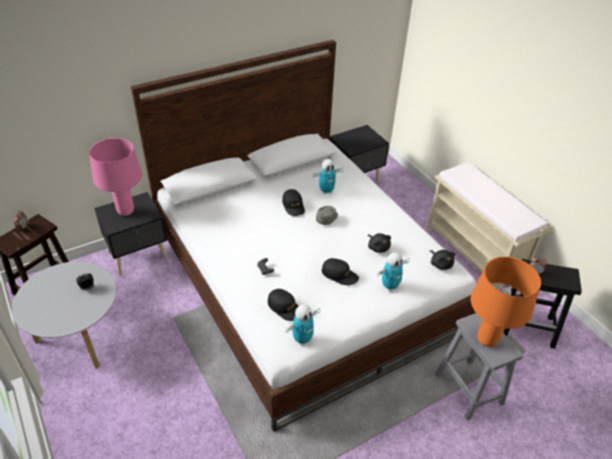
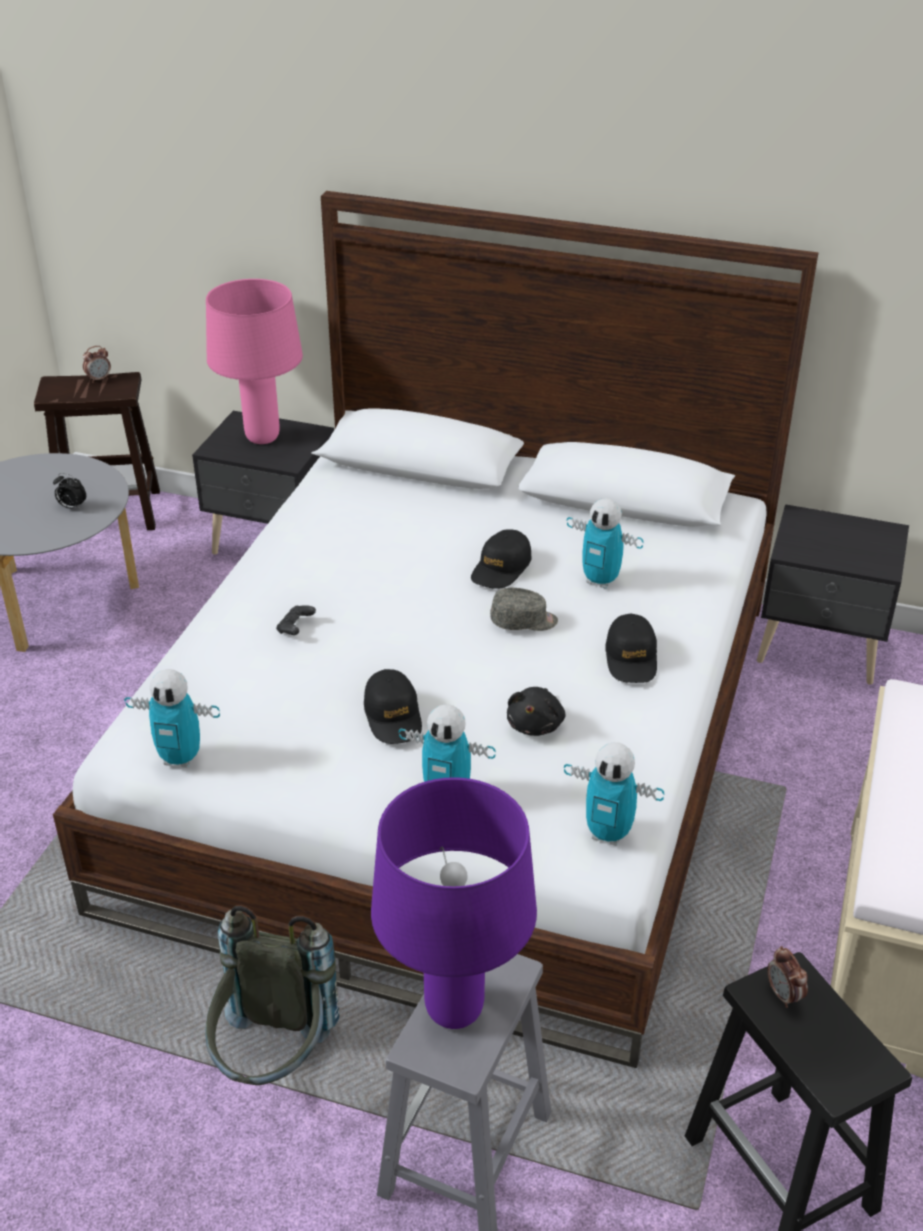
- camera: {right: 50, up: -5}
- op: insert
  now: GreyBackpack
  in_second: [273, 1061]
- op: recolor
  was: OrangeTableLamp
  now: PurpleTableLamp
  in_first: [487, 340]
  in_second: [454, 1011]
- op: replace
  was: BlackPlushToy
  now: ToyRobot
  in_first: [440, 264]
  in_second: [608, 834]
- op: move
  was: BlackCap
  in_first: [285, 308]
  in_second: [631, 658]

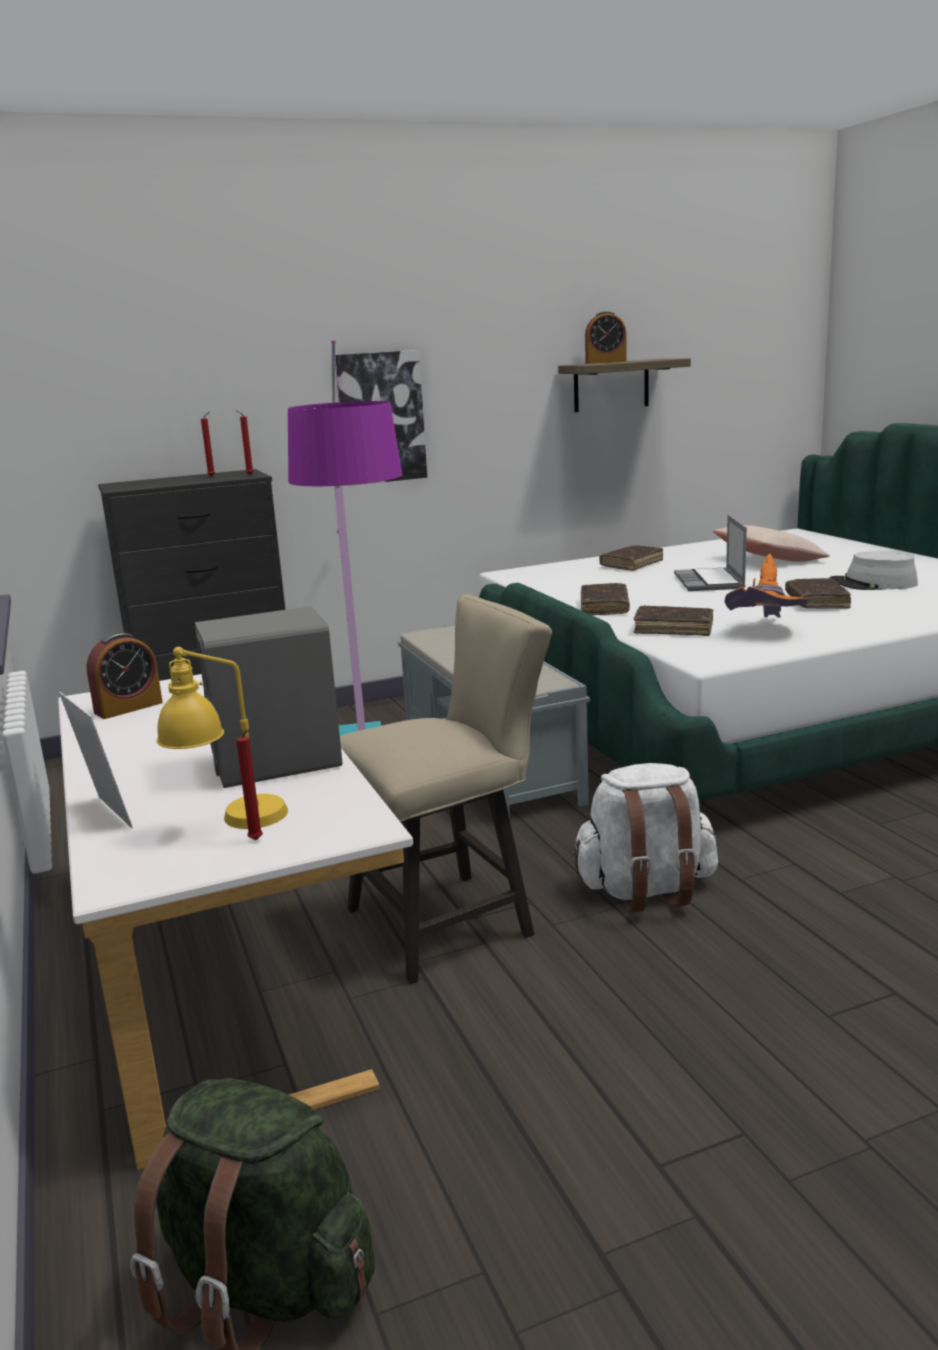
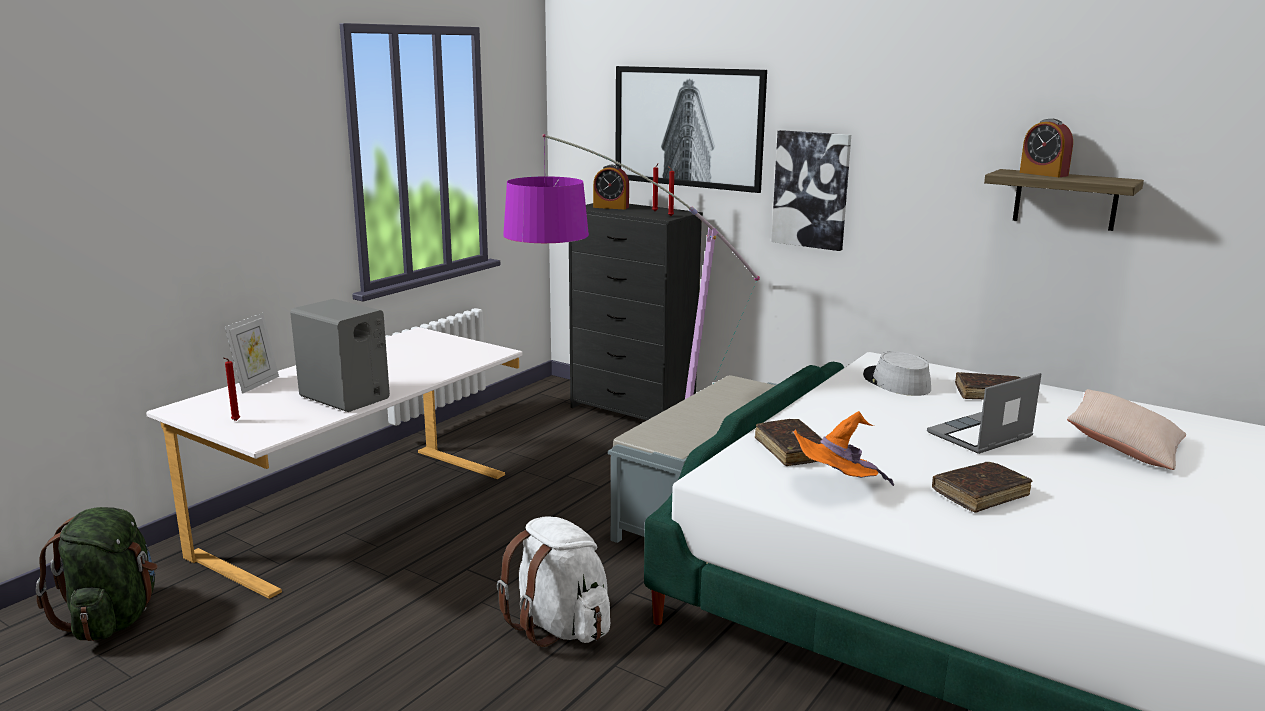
- camera: {right: 55, up: 0}
- op: move
  was: AlarmClock
  in_first: [128, 708]
  in_second: [611, 207]
- op: insert
  now: Picture
  in_second: [688, 127]
- op: move
  was: GreyHat
  in_first: [872, 584]
  in_second: [896, 382]
- op: delete
  was: YellowTableLamp
  in_first: [231, 824]
- op: delete
  was: BeigeChair
  in_first: [452, 920]
- op: delete
  was: BrownBook
  in_first: [604, 607]

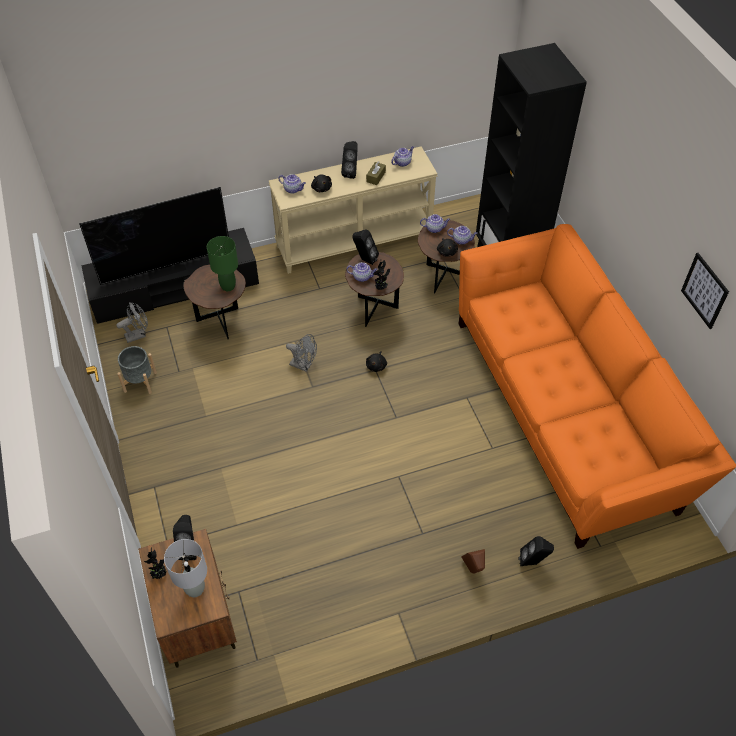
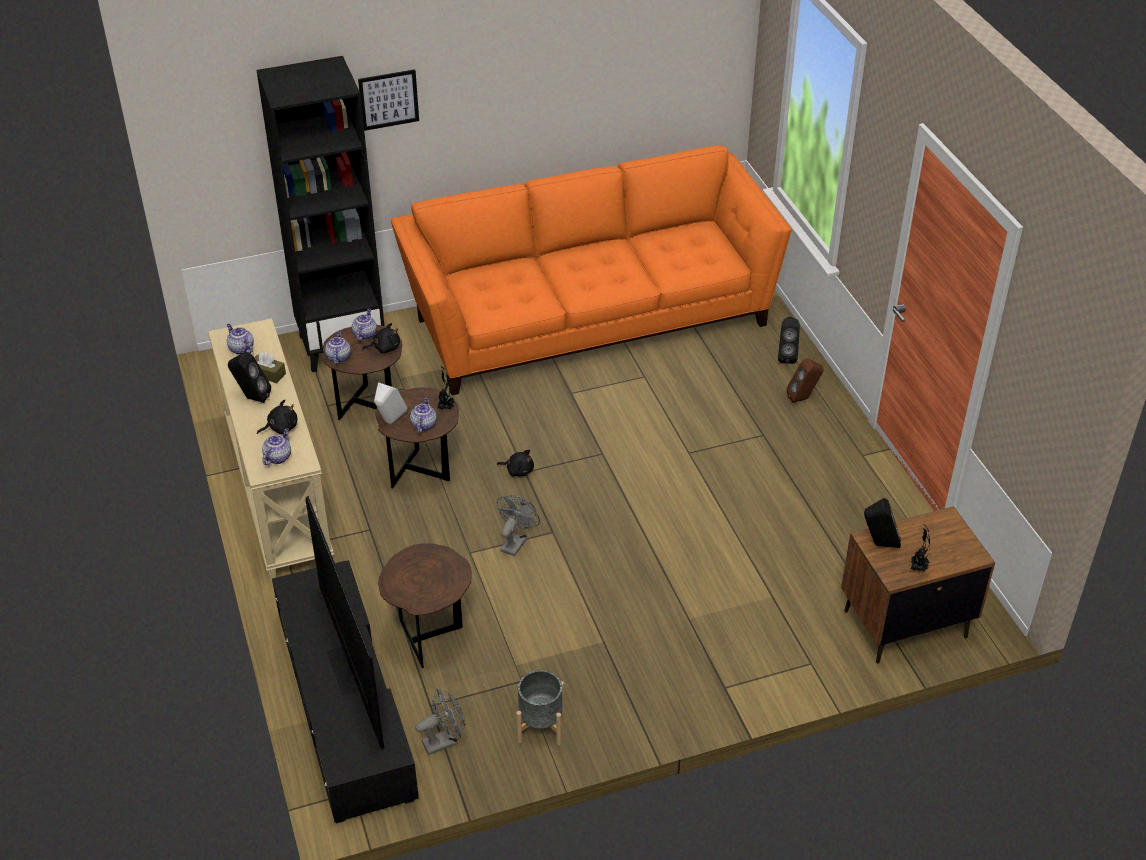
- camera: {right: -90, up: -10}
- op: move
  was: Picture
  in_first: [705, 290]
  in_second: [388, 99]
- op: recolor
  was: BlackSpeaker
  now: WhiteSpeaker
  in_first: [364, 259]
  in_second: [390, 422]
- op: rotate
  was: GreyFan
  in_first: [138, 335]
  in_second: [444, 741]
  clockwise: 90
- op: delete
  was: GreyTableLamp
  in_first: [194, 589]
- op: delete
  was: GreenTableLamp
  in_first: [228, 286]

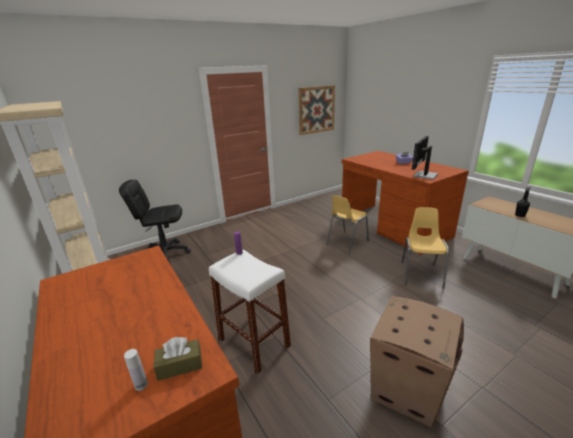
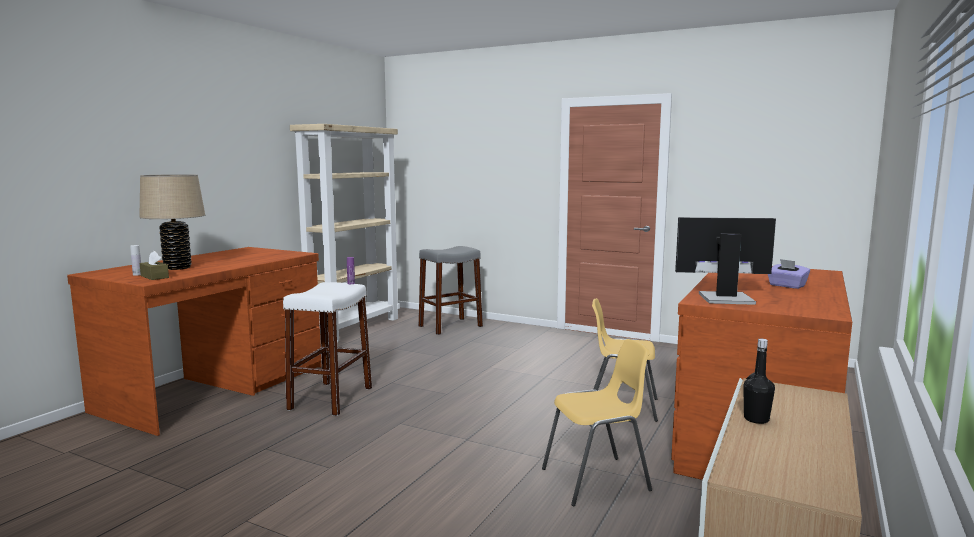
- camera: {right: 60, up: -15}
- op: insert
  now: BeigeTableLamp
  in_second: [177, 268]
- op: replace
  was: BlackOfficeChair
  now: GreyStool
  in_first: [165, 254]
  in_second: [450, 326]
- op: delete
  was: Picture
  in_first: [316, 110]
- op: delete
  was: CardboardBox
  in_first: [407, 389]

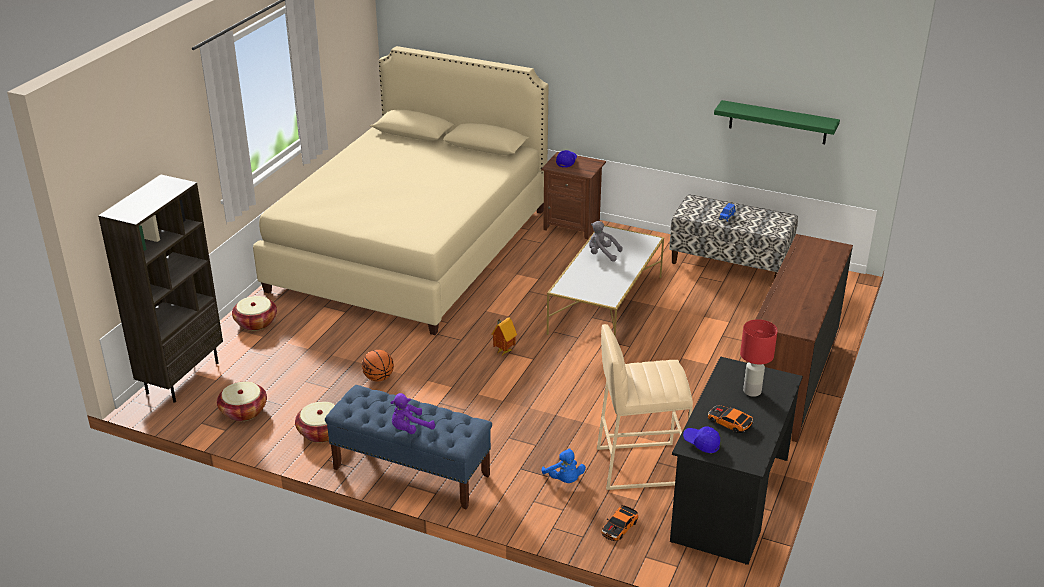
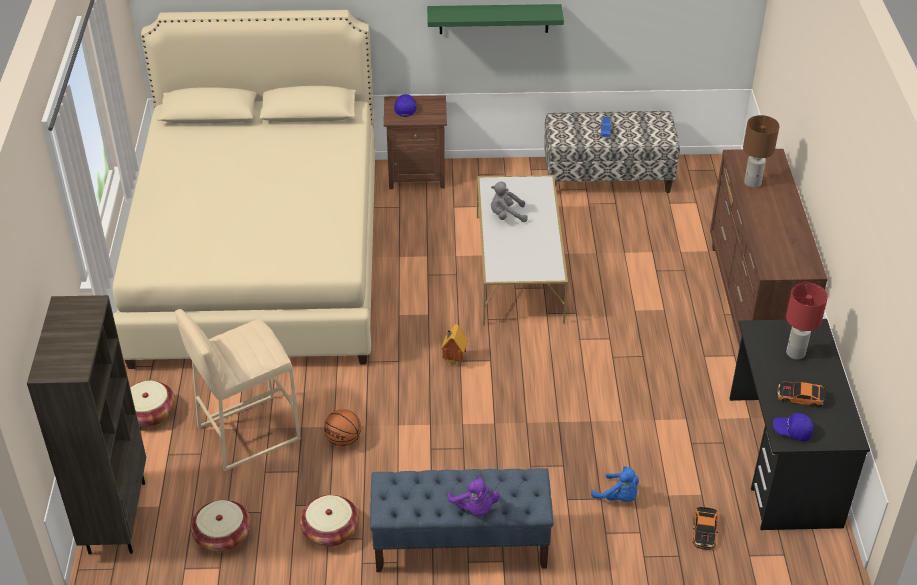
- camera: {right: -25, up: 10}
- op: move
  was: BeigeStool
  in_first: [639, 465]
  in_second: [247, 432]
- op: move
  was: GreenShelf
  in_first: [778, 122]
  in_second: [494, 19]
- op: rotate
  was: PurplePlushToy
  in_first: [410, 429]
  in_second: [474, 508]
  clockwise: -60
- op: insert
  now: BrownTableLamp
  in_second: [753, 183]

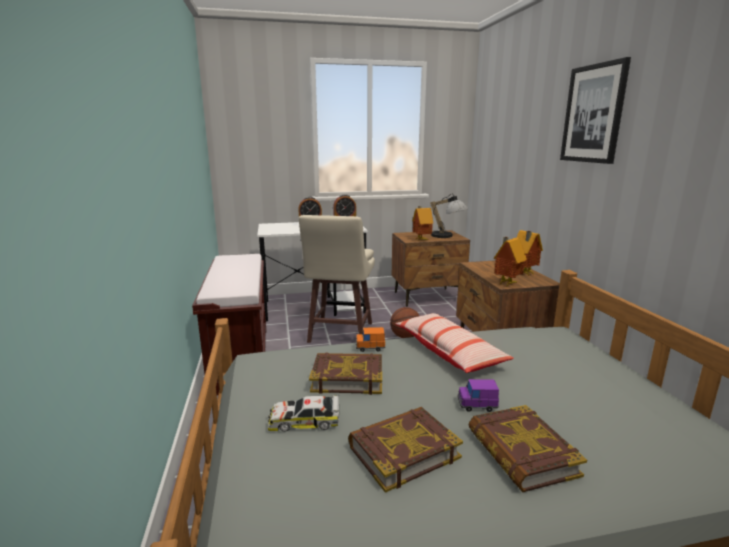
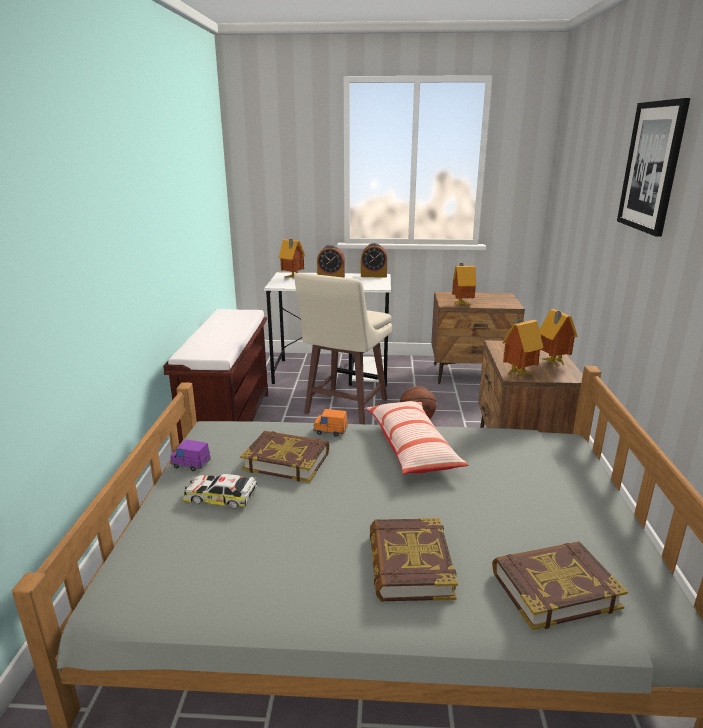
- camera: {right: 15, up: 5}
- op: move
  was: PurpleToyCar
  in_first: [477, 405]
  in_second: [191, 464]
- op: insert
  now: ToyHouse
  in_second: [292, 278]
- op: move
  was: Book
  in_first: [403, 451]
  in_second: [554, 589]
- op: delete
  was: TableLamp
  in_first: [447, 236]

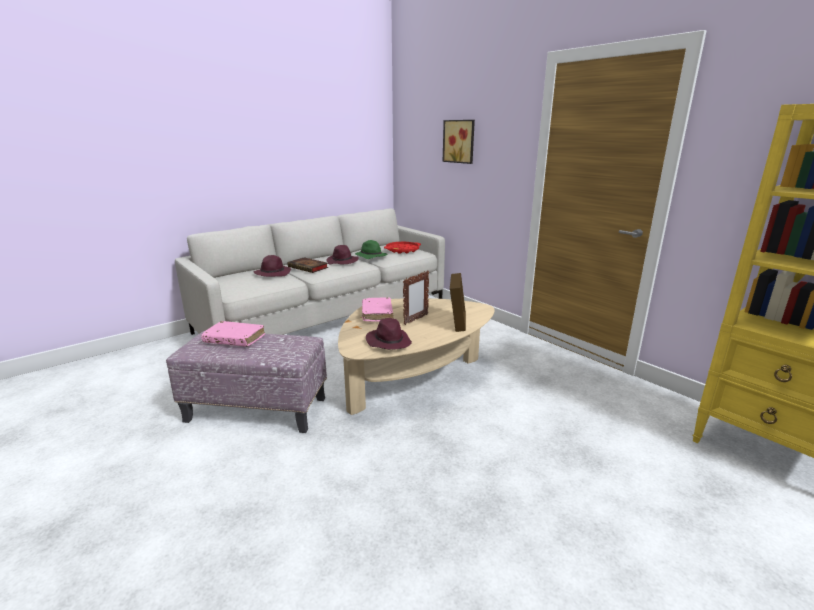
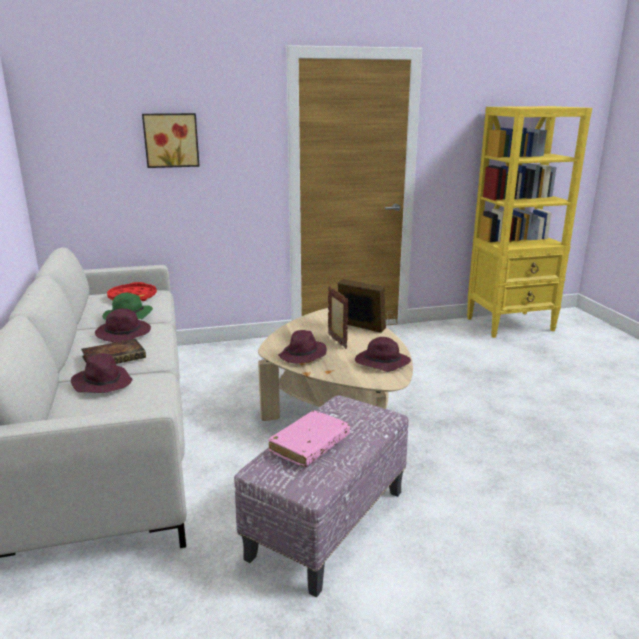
- camera: {right: -65, up: 0}
- op: replace
  was: PinkBook
  now: PurpleHat
  in_first: [377, 314]
  in_second: [303, 356]

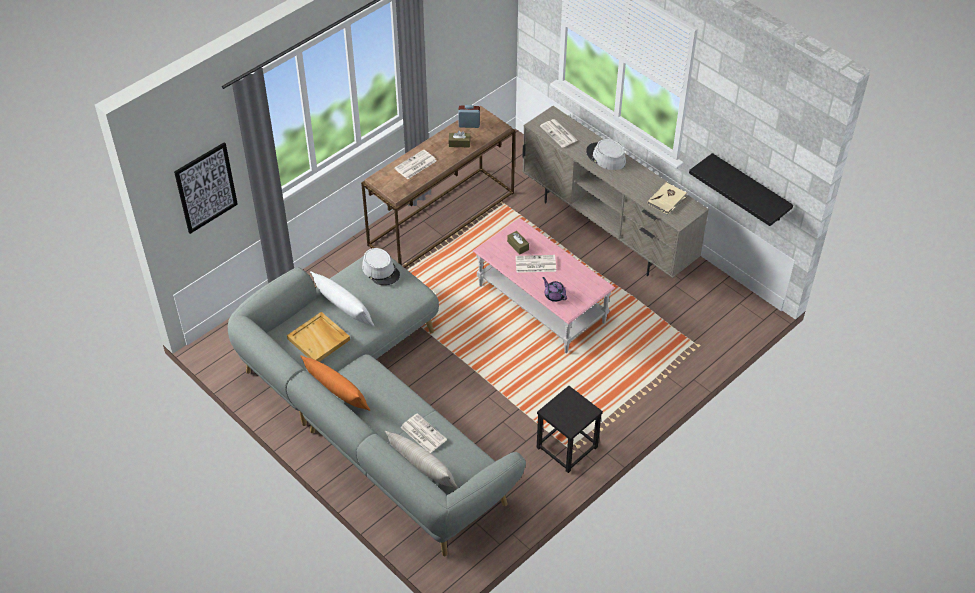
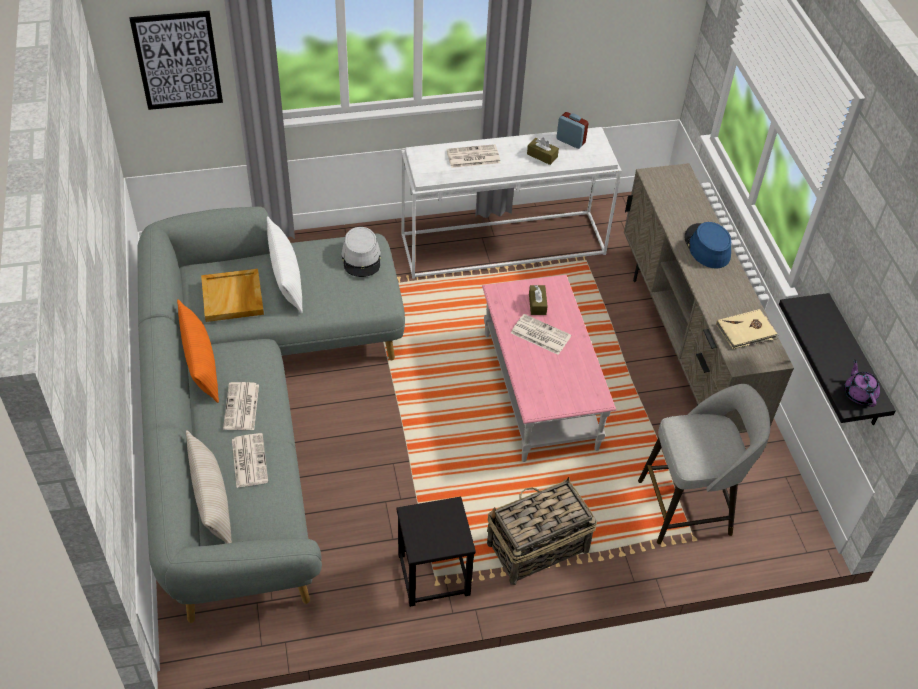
- camera: {right: 30, up: 0}
- op: move
  was: Newspaper
  in_first: [559, 134]
  in_second: [241, 407]
- op: recolor
  was: BrownConsoleTable
  now: WhiteConsoleTable
  in_first: [441, 218]
  in_second: [504, 244]
- op: insert
  now: Basket
  in_second: [536, 547]
- op: insert
  now: GreyStool
  in_second: [688, 507]
- op: recolor
  was: GreyHat
  now: BlueHat
  in_first: [605, 157]
  in_second: [707, 247]
- op: move
  was: PurpleTeapot
  in_first: [554, 295]
  in_second: [859, 393]

